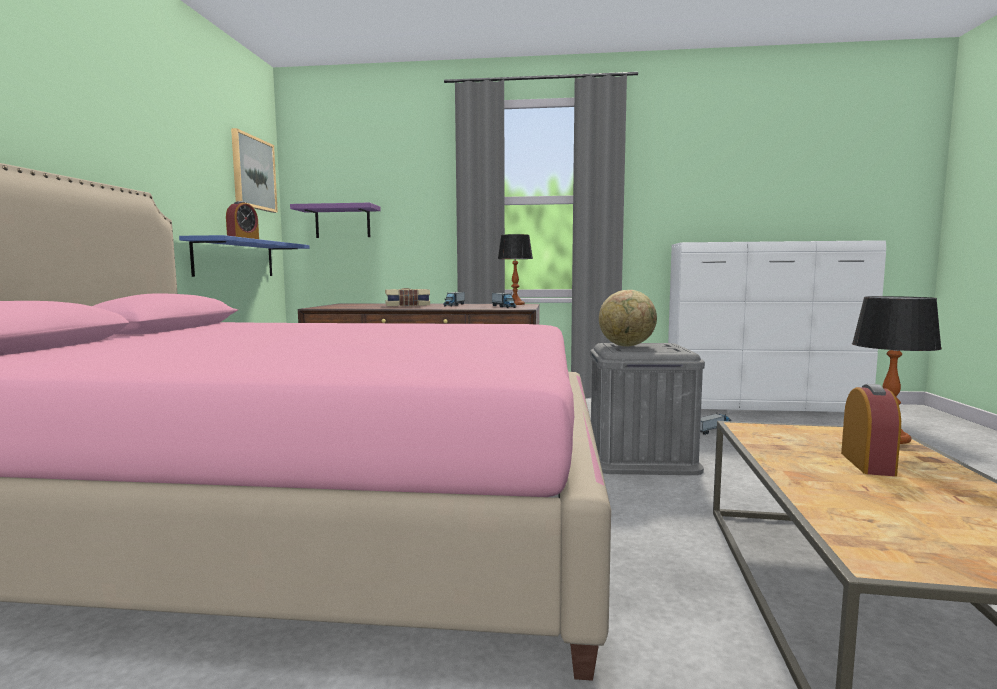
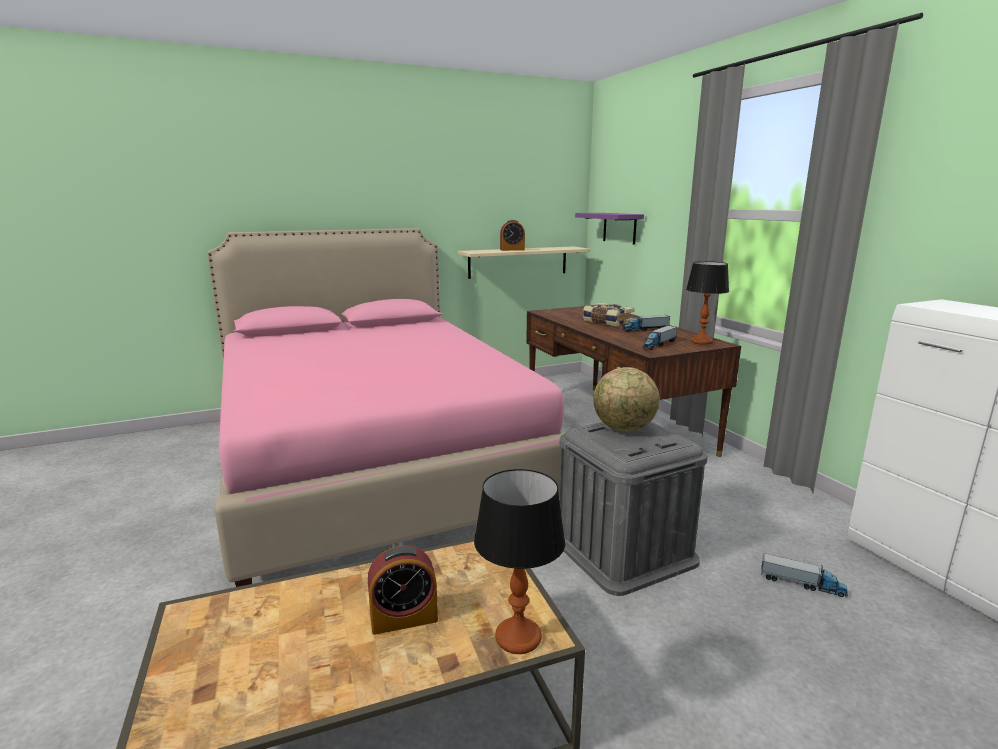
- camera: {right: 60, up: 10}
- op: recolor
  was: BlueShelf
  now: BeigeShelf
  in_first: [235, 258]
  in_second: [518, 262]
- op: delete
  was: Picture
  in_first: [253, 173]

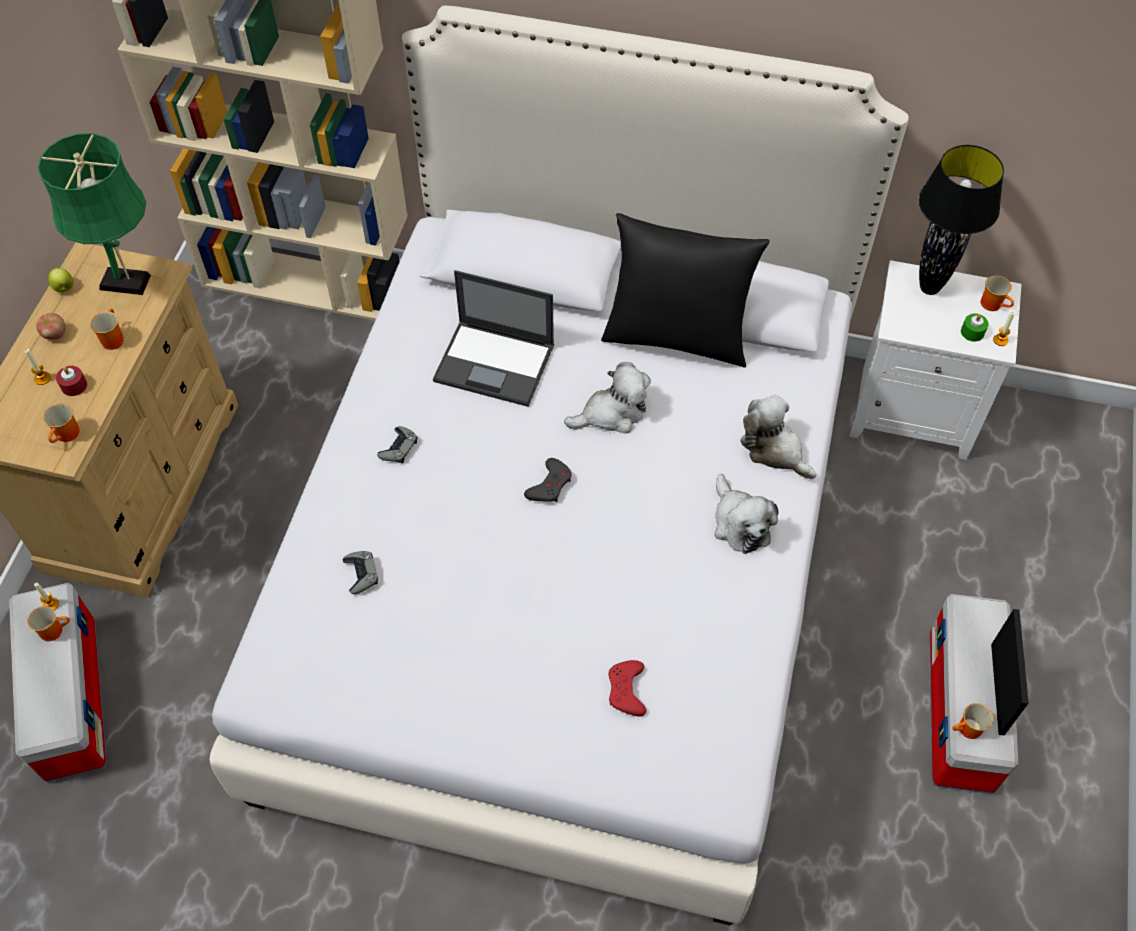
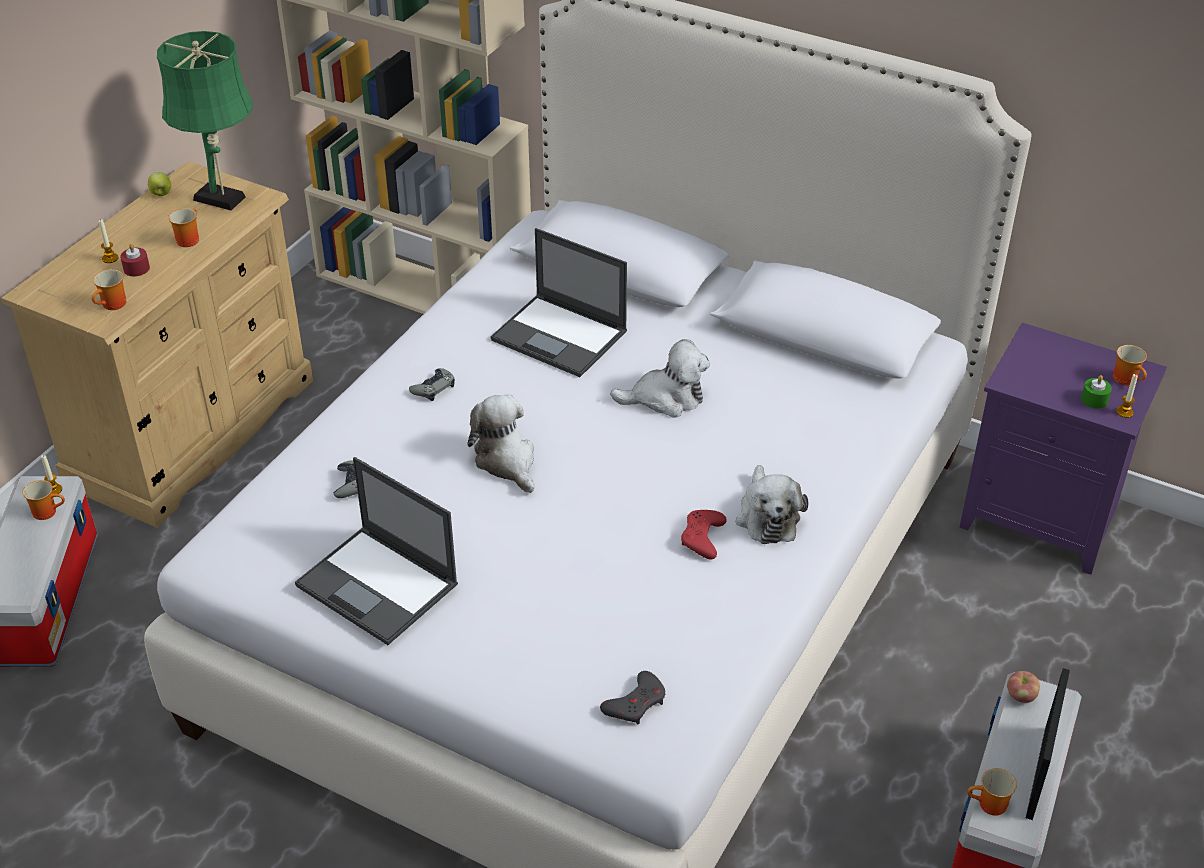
- camera: {right: 15, up: -15}
- op: insert
  now: Laptop
  in_second: [379, 585]
- op: move
  was: PlushToy
  in_first: [774, 449]
  in_second: [506, 461]
- op: move
  was: GreyGameController
  in_first: [550, 485]
  in_second: [636, 703]
- op: move
  was: RedGameController
  in_first: [626, 690]
  in_second: [702, 537]
- op: recolor
  was: WhiteNightstand
  now: PurpleNightstand
  in_first: [914, 411]
  in_second: [1043, 517]
- op: move
  was: Apple
  in_first: [55, 334]
  in_second: [1021, 696]
- op: delete
  was: BlackPillow
  in_first: [677, 336]
- op: delete
  was: BlackTableLamp
  in_first: [930, 287]

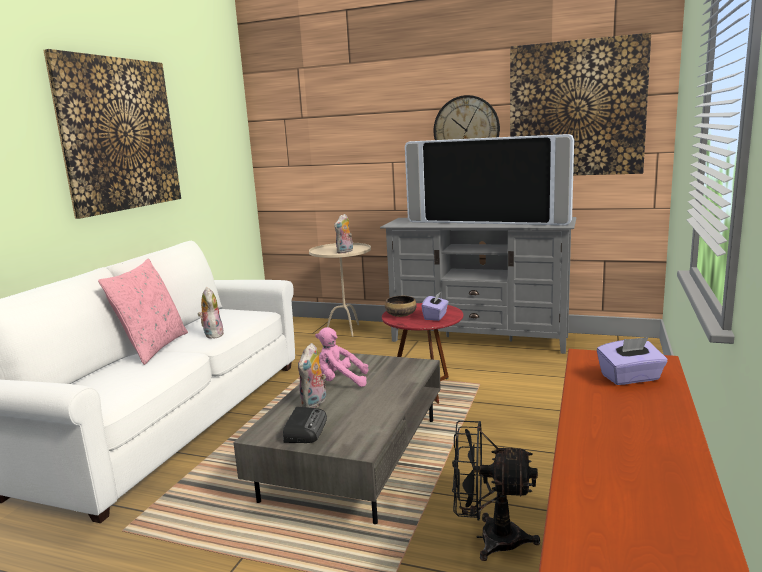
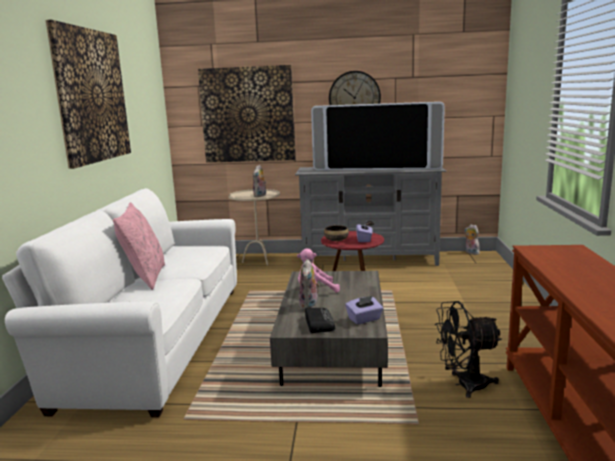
- camera: {right: -15, up: 0}
- op: move
  was: Picture
  in_first: [576, 109]
  in_second: [247, 115]
- op: move
  was: PurpleTissueBox
  in_first: [630, 378]
  in_second: [364, 319]
- op: move
  was: PlushToy
  in_first: [212, 335]
  in_second: [470, 253]

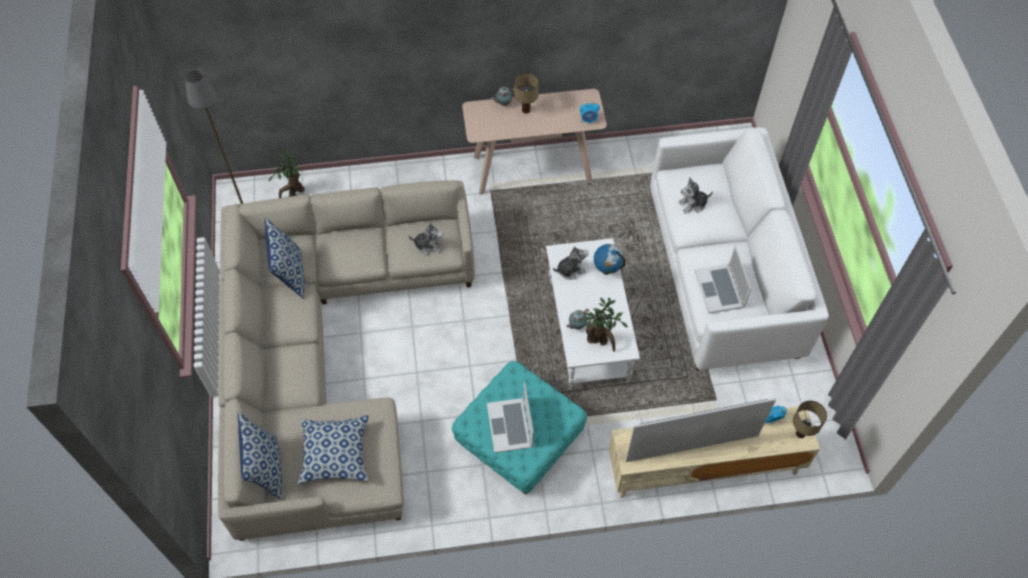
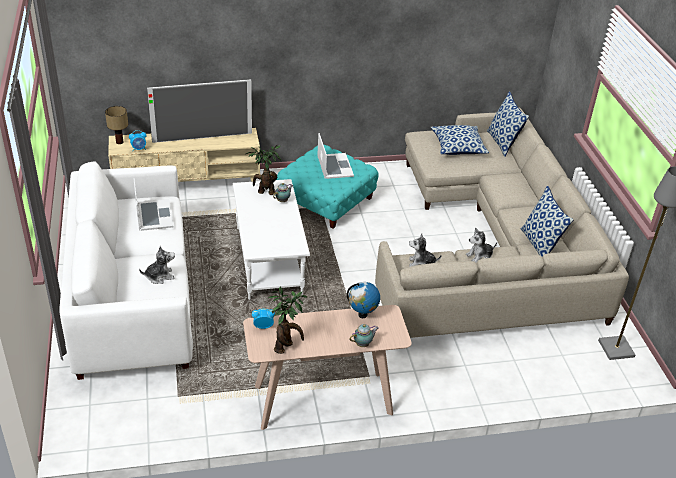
- camera: {right: 175, up: -20}
- op: move
  was: PottedPlant
  in_first: [294, 194]
  in_second: [286, 346]
- op: move
  was: Globe
  in_first: [606, 270]
  in_second: [362, 315]
- op: move
  was: PlushToy
  in_first: [570, 270]
  in_second: [479, 256]
- op: delete
  was: TableLamp
  in_first: [526, 110]

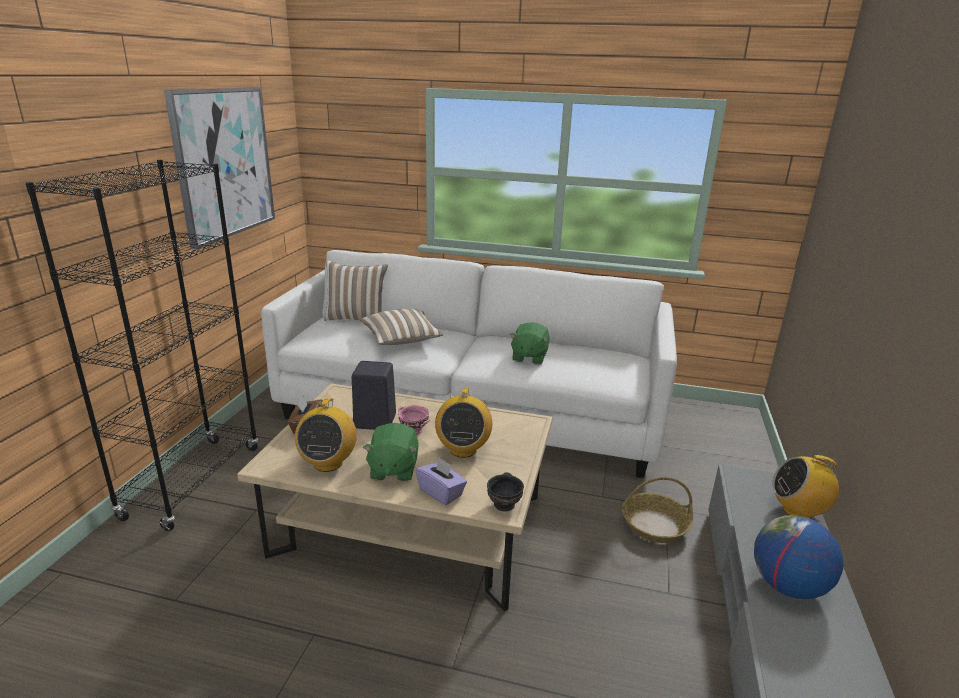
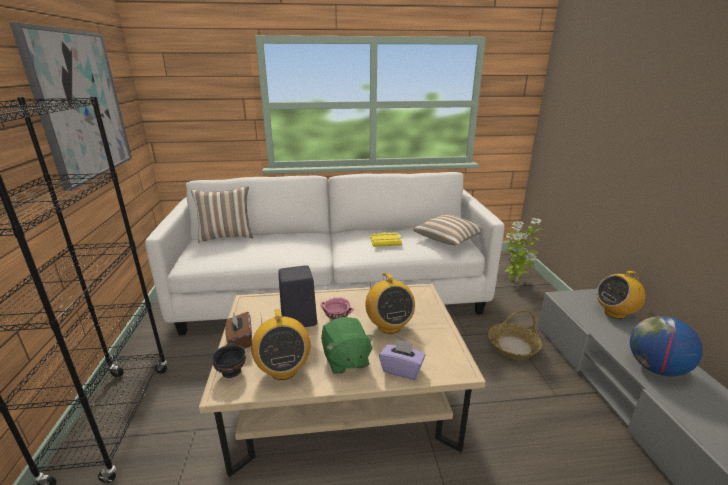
- camera: {right: -20, up: 0}
- op: move
  was: BlackBowl
  in_first: [504, 504]
  in_second: [232, 371]
- op: replace
  was: GreenPlushToy
  now: YellowBook
  in_first: [529, 357]
  in_second: [386, 242]
- op: move
  was: Pillow
  in_first: [401, 340]
  in_second: [449, 240]
- op: insert
  now: PottedPlant
  in_second: [514, 282]

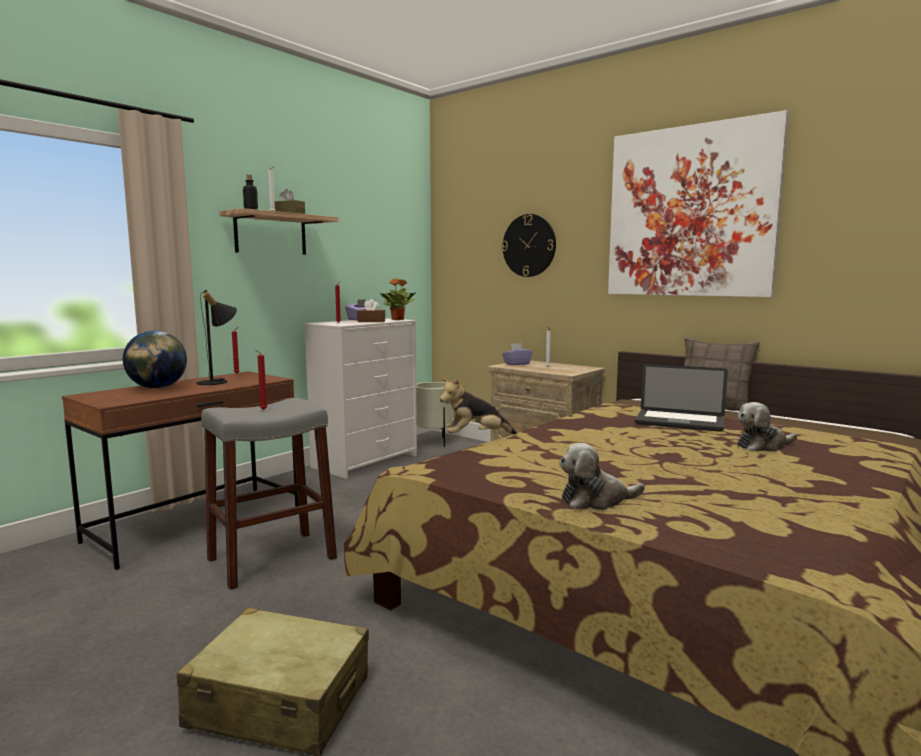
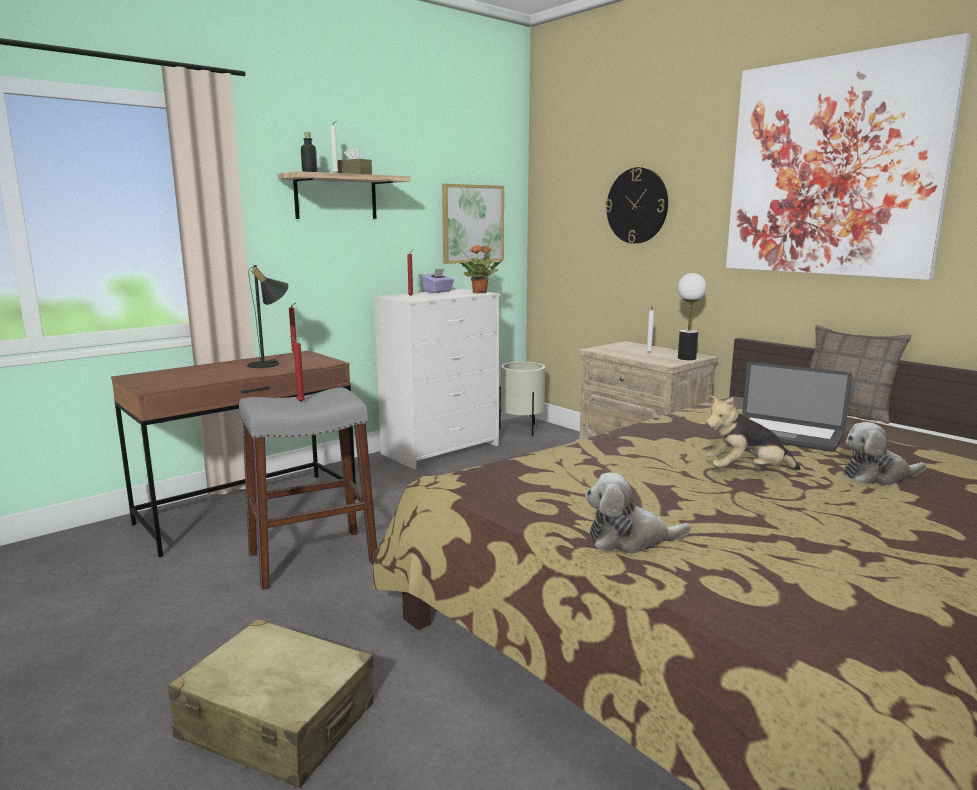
- camera: {right: 10, up: 5}
- op: insert
  now: Picture
  in_second: [472, 224]
- op: insert
  now: TableLamp
  in_second: [687, 358]
- op: move
  was: PlushToy
  in_first: [475, 437]
  in_second: [746, 472]
- op: delete
  was: Globe
  in_first: [157, 388]
- op: delete
  was: BrownTissueBox
  in_first: [371, 321]
- op: delete
  was: PurpleTissueBox
  in_first: [516, 364]

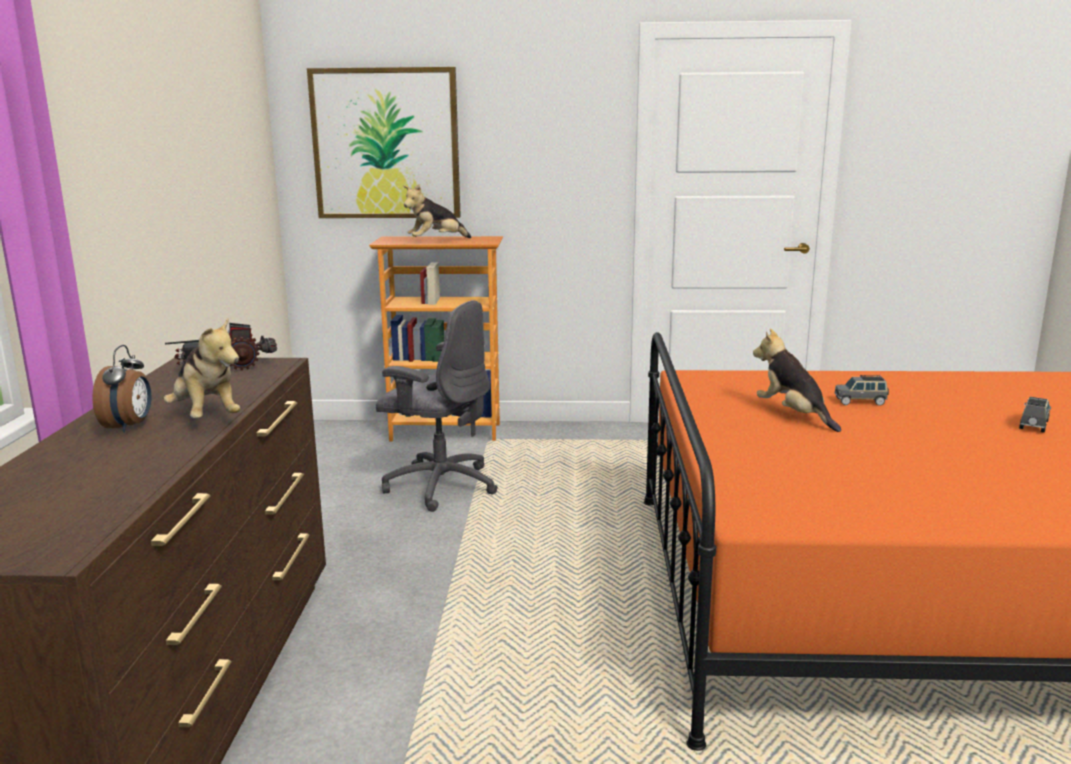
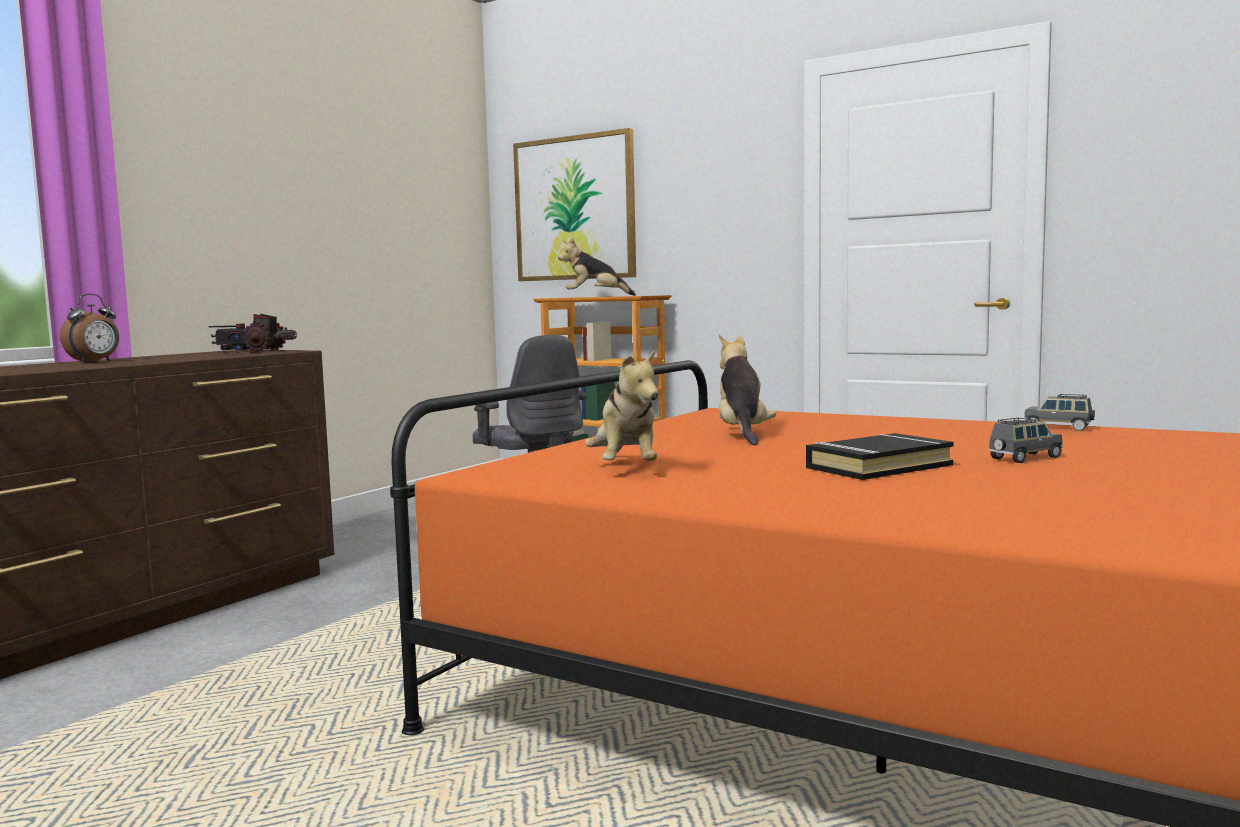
- camera: {right: 30, up: -10}
- op: move
  was: PlushToy
  in_first: [205, 417]
  in_second: [626, 468]
- op: insert
  now: BlackBook
  in_second: [878, 466]
- op: move
  was: GreyToyCar
  in_first: [860, 402]
  in_second: [1059, 427]

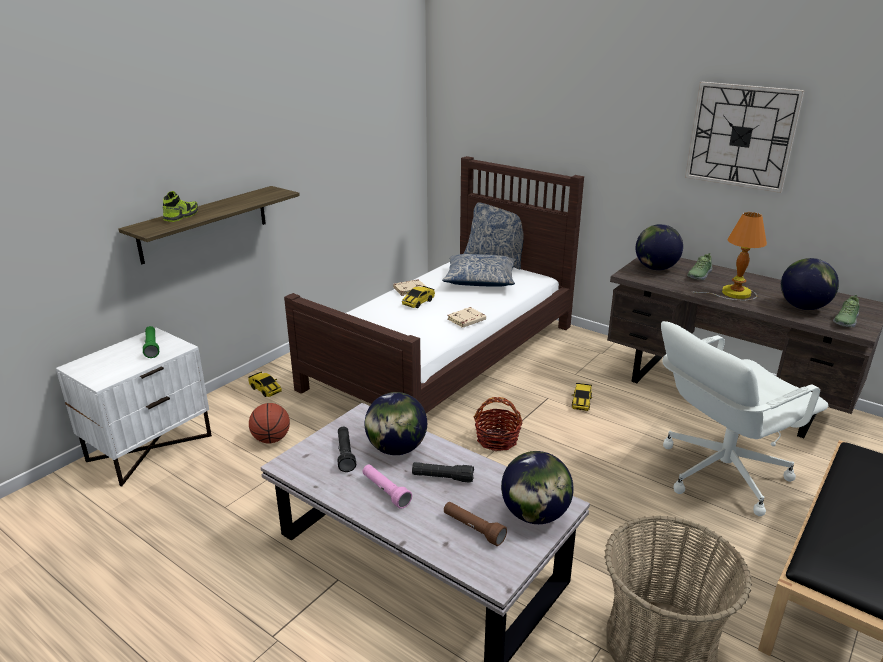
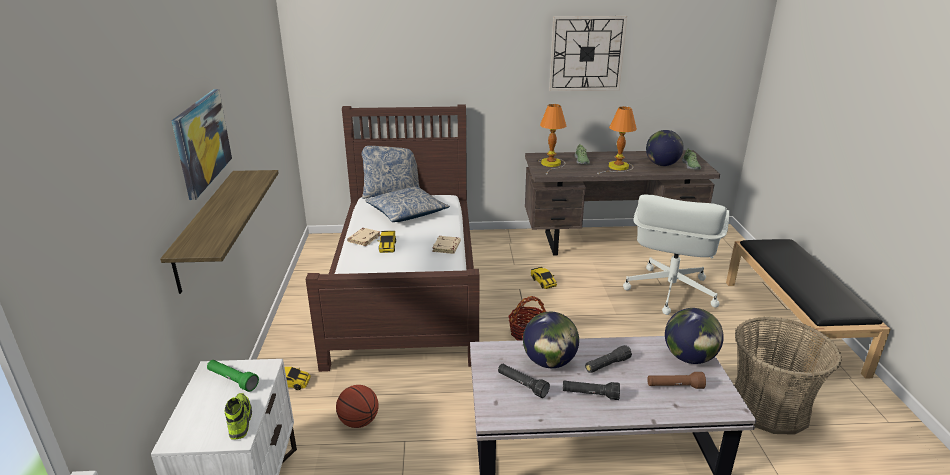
- camera: {right: -40, up: 0}
- op: insert
  now: Picture
  in_second: [201, 141]
- op: move
  was: Shoe
  in_first: [181, 216]
  in_second: [239, 421]
- op: replace
  was: Globe
  now: TableLamp
  in_first: [656, 268]
  in_second: [551, 164]
- op: recolor
  was: PinkFlashlight
  now: BlackFlashlight
  in_first: [385, 491]
  in_second: [590, 395]

